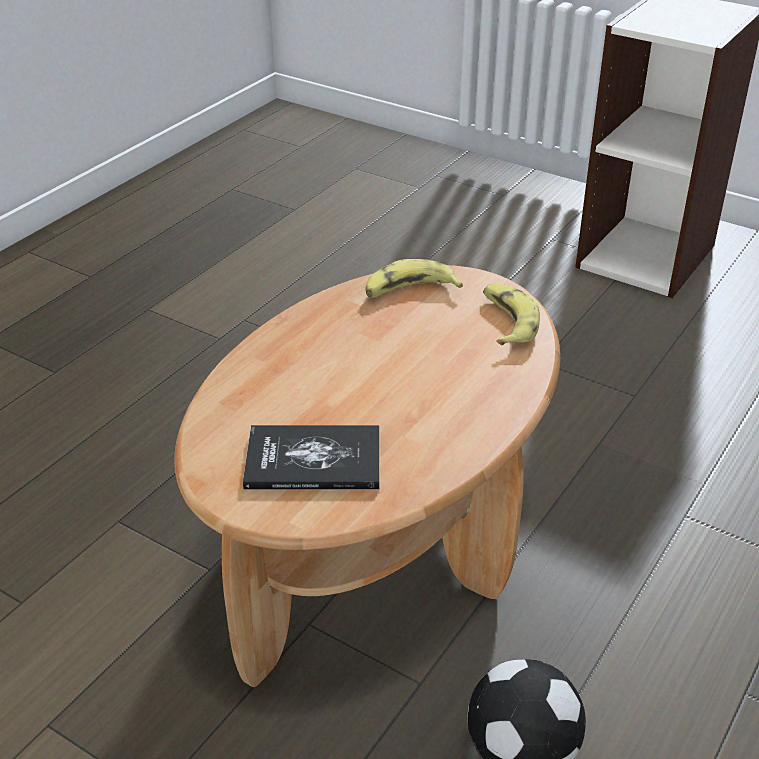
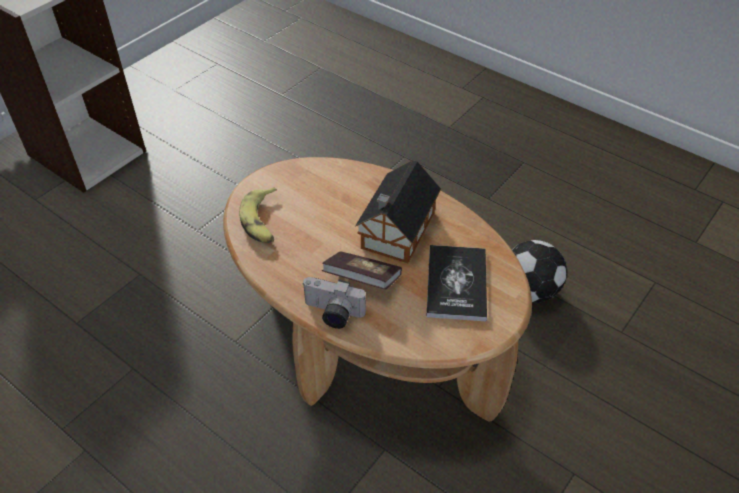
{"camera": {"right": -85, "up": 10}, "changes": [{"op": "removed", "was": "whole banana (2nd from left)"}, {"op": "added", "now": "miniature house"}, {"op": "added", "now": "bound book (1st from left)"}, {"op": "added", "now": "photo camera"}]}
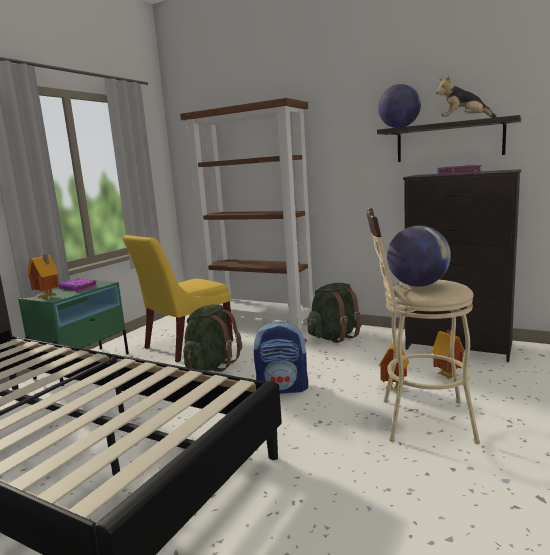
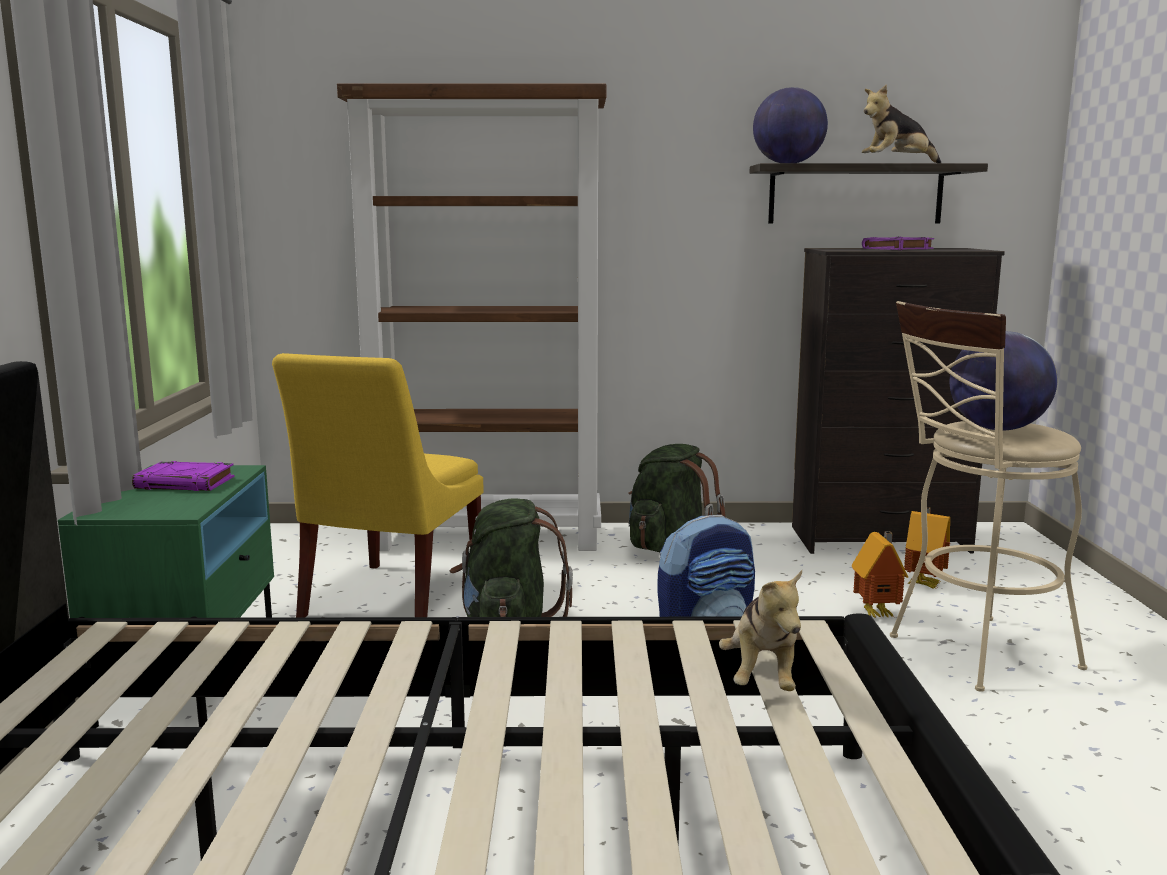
{"camera": {"right": -30, "up": 0}, "changes": [{"op": "removed", "was": "miniature house (1st from left)"}, {"op": "added", "now": "cuddly toy (1st from left)"}]}
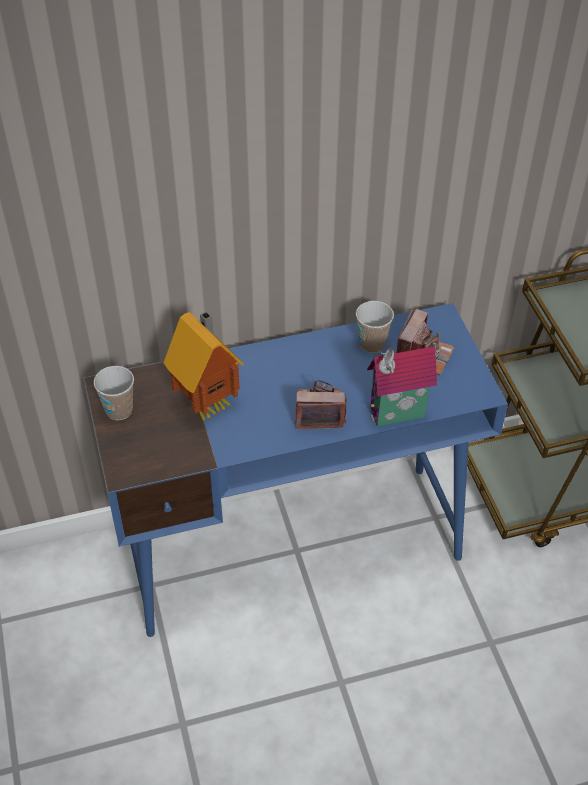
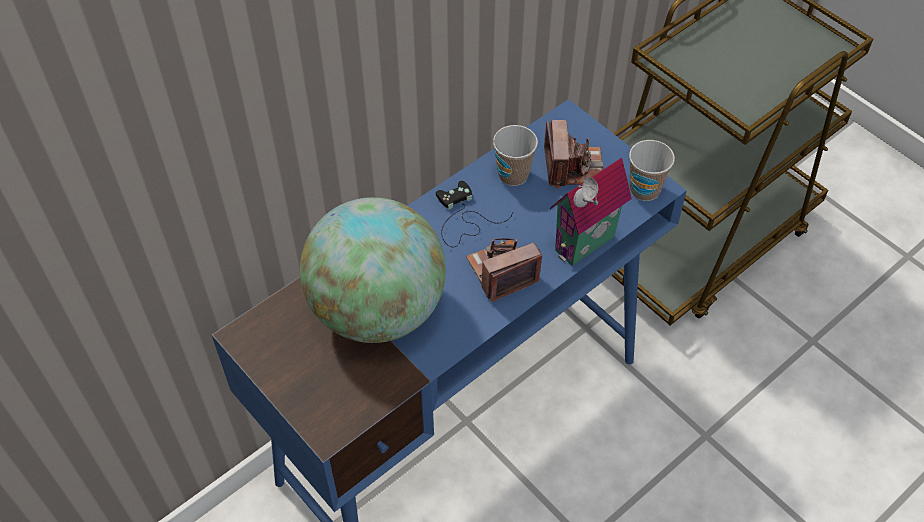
{"camera": {"right": -25, "up": 5}, "changes": [{"op": "replaced", "was": "miniature house (1st from left)", "now": "desk globe"}, {"op": "moved", "was": "small cup (1st from left in the first image)", "now": "small cup (2nd from left)"}, {"op": "added", "now": "joypad/blackish"}]}
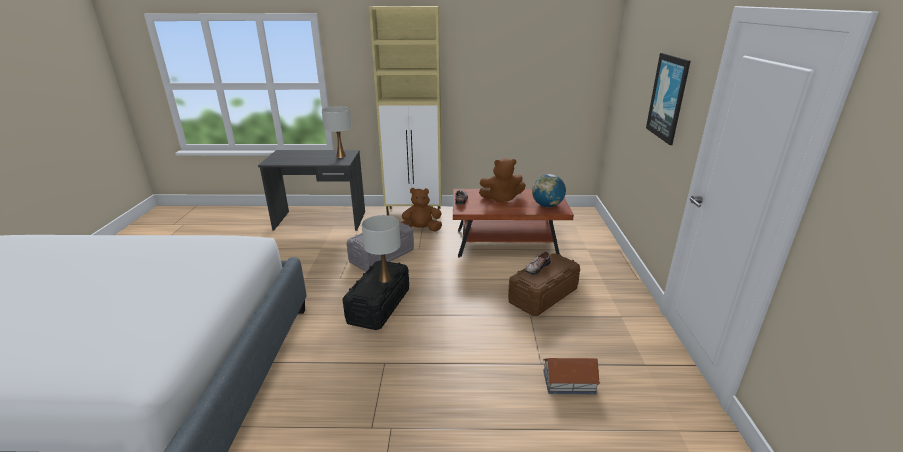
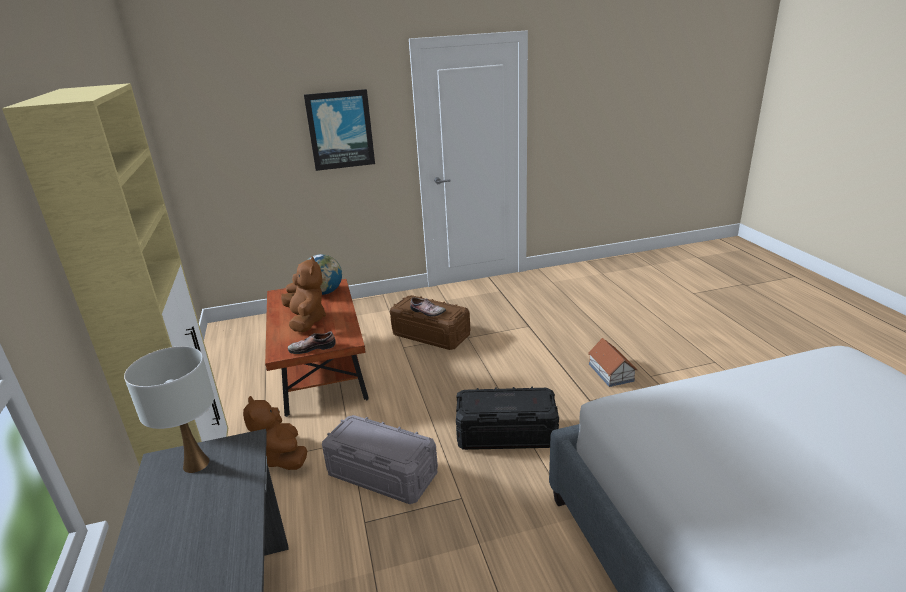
{"camera": {"right": -105, "up": 0}, "changes": [{"op": "removed", "was": "table lamp/white-coloured (2nd from left)"}, {"op": "moved", "was": "miniature house"}]}
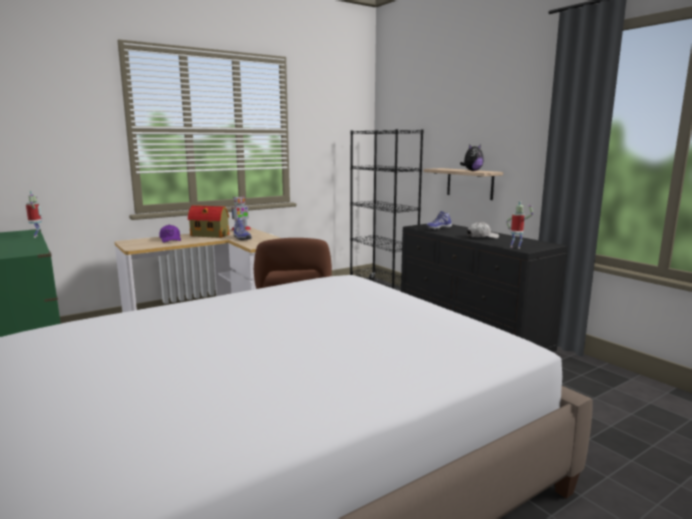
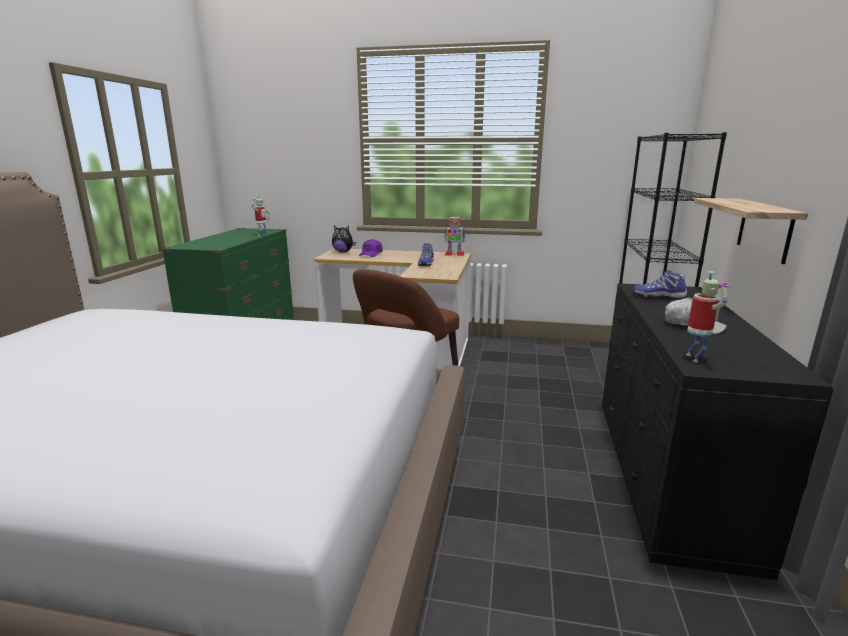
{"camera": {"right": 45, "up": 5}, "changes": [{"op": "moved", "was": "cuddly toy"}, {"op": "removed", "was": "miniature house"}]}
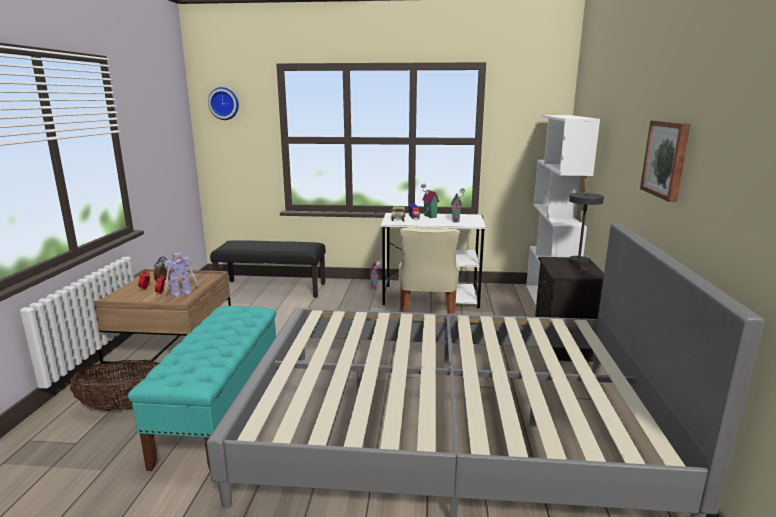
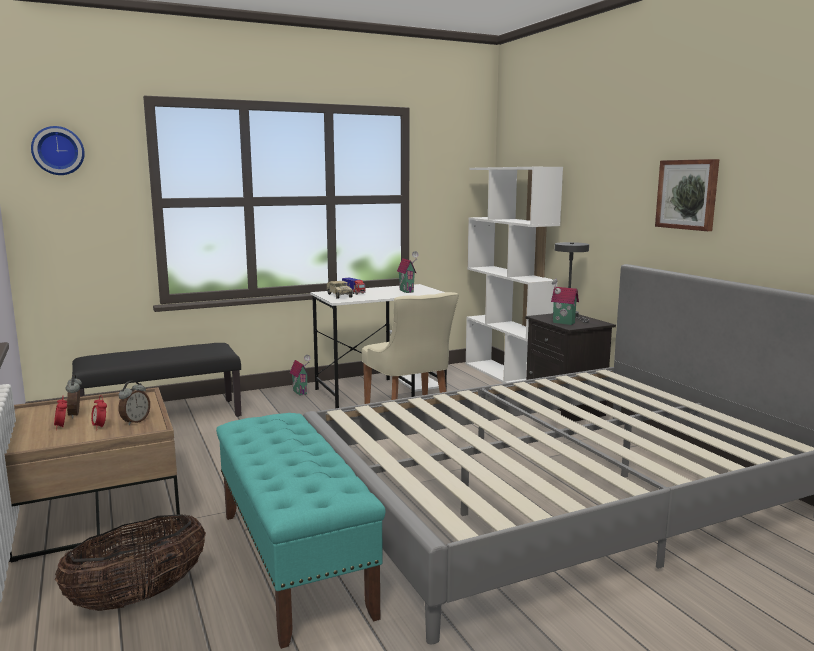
{"camera": {"right": -30, "up": -5}, "changes": [{"op": "moved", "was": "miniature house (2nd from left in the first image)", "now": "miniature house (3rd from left)"}, {"op": "replaced", "was": "toy robot", "now": "table clock (4th from left)"}]}
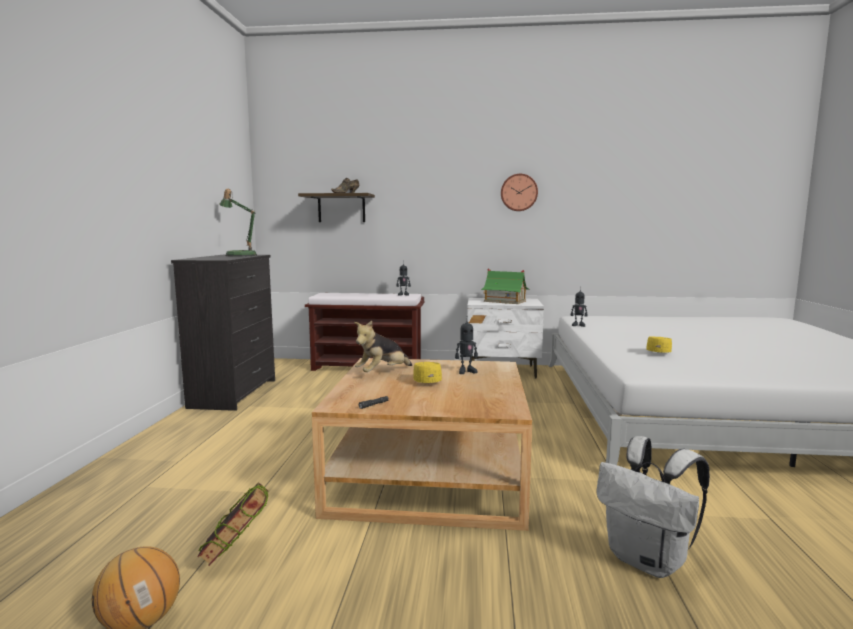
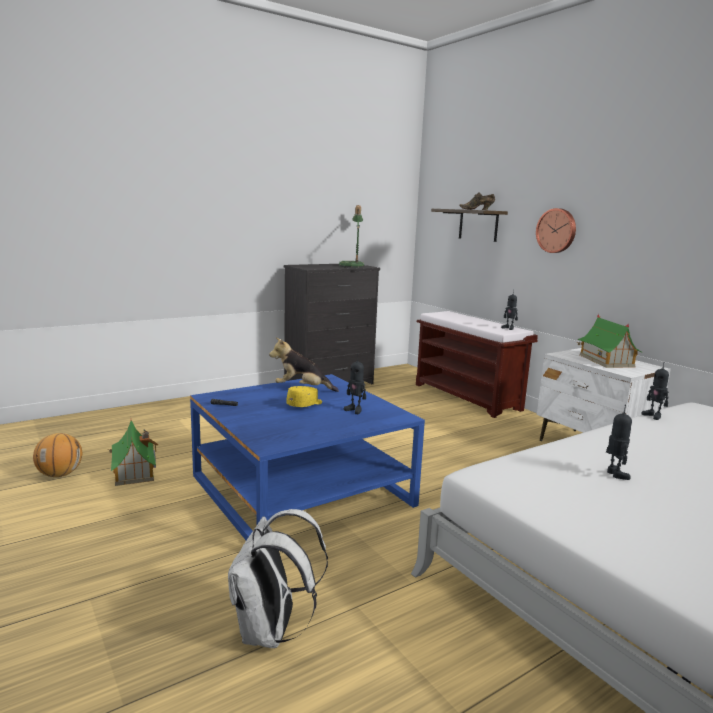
{"camera": {"right": 50, "up": 5}, "changes": [{"op": "moved", "was": "hanging clock"}, {"op": "replaced", "was": "cap/yellow (2nd from left)", "now": "toy robot (3rd from left)"}, {"op": "recoloured", "was": "lounge table/beige-coloured", "now": "lounge table/bluish"}, {"op": "replaced", "was": "bound book", "now": "miniature house (1st from left)"}]}
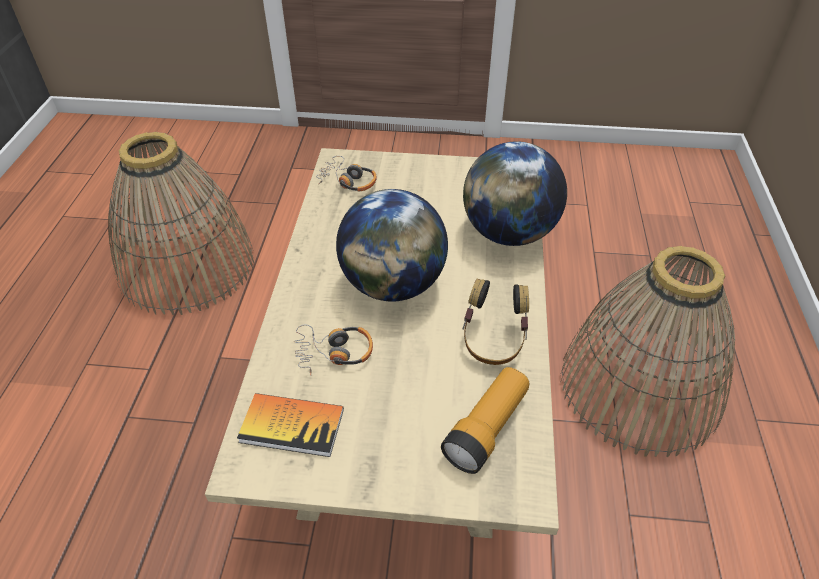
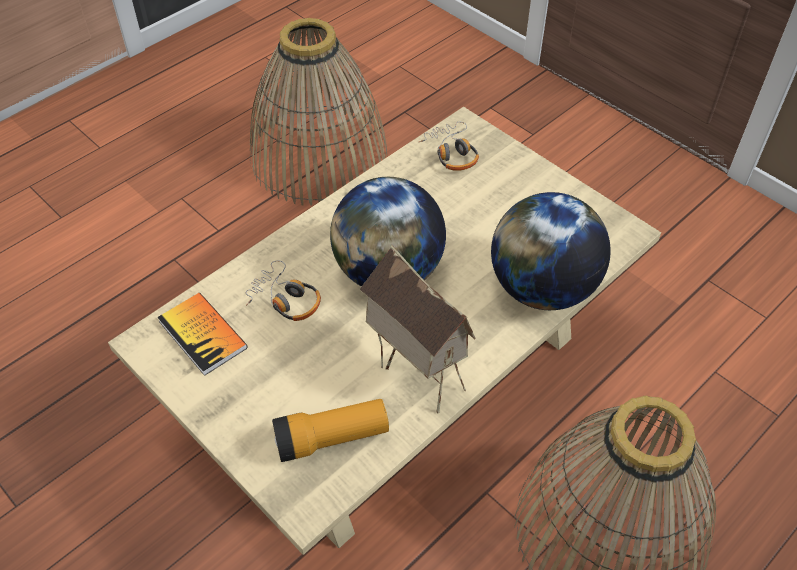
{"camera": {"right": 40, "up": 5}, "changes": [{"op": "replaced", "was": "headphones (3rd from left)", "now": "miniature house"}]}
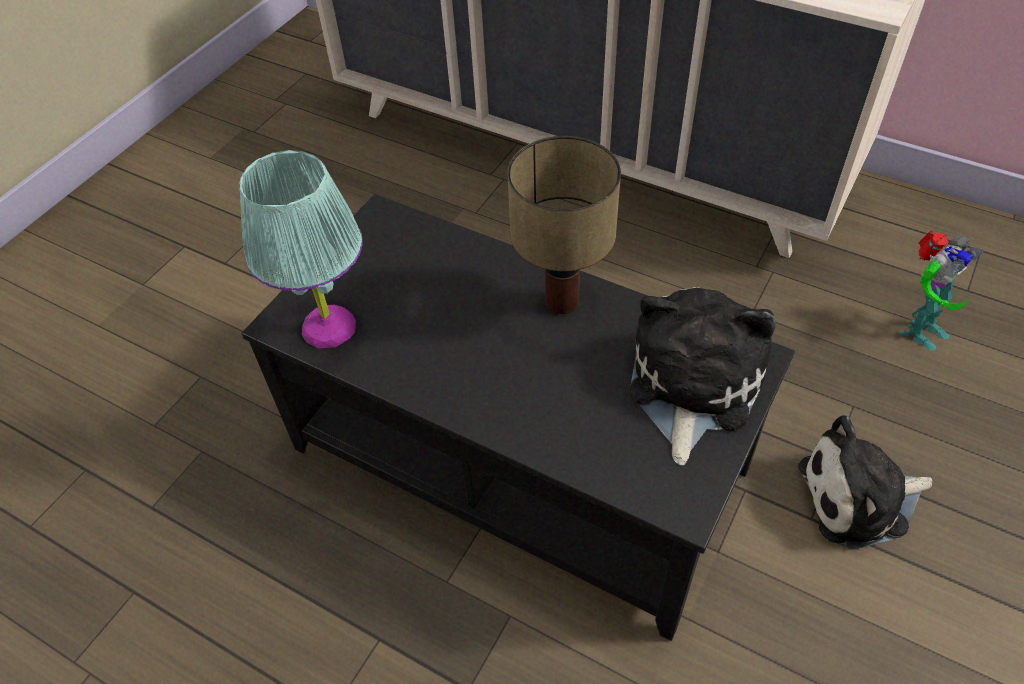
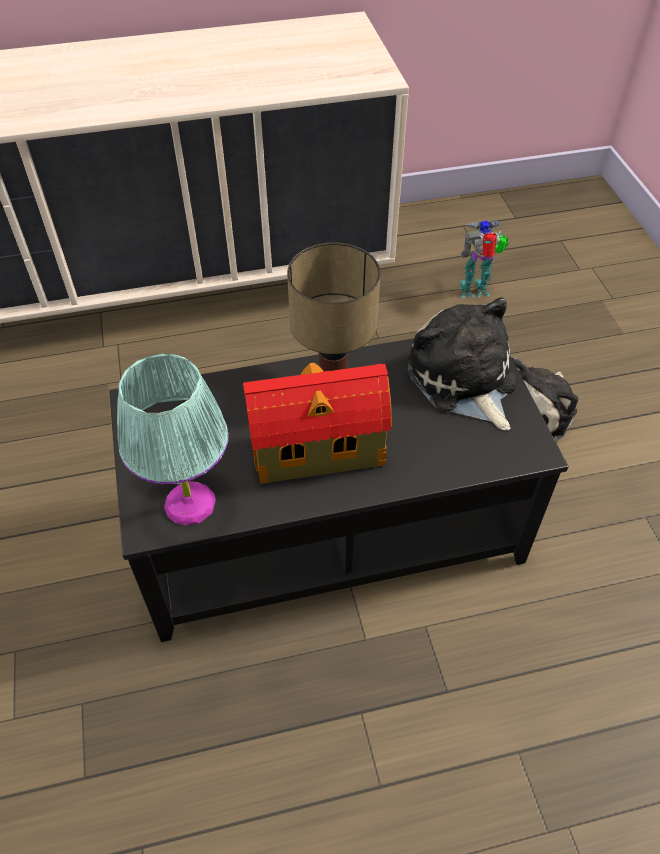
{"camera": {"right": -45, "up": 0}, "changes": [{"op": "turned", "was": "toy robot", "clockwise": -105}, {"op": "added", "now": "miniature house"}]}
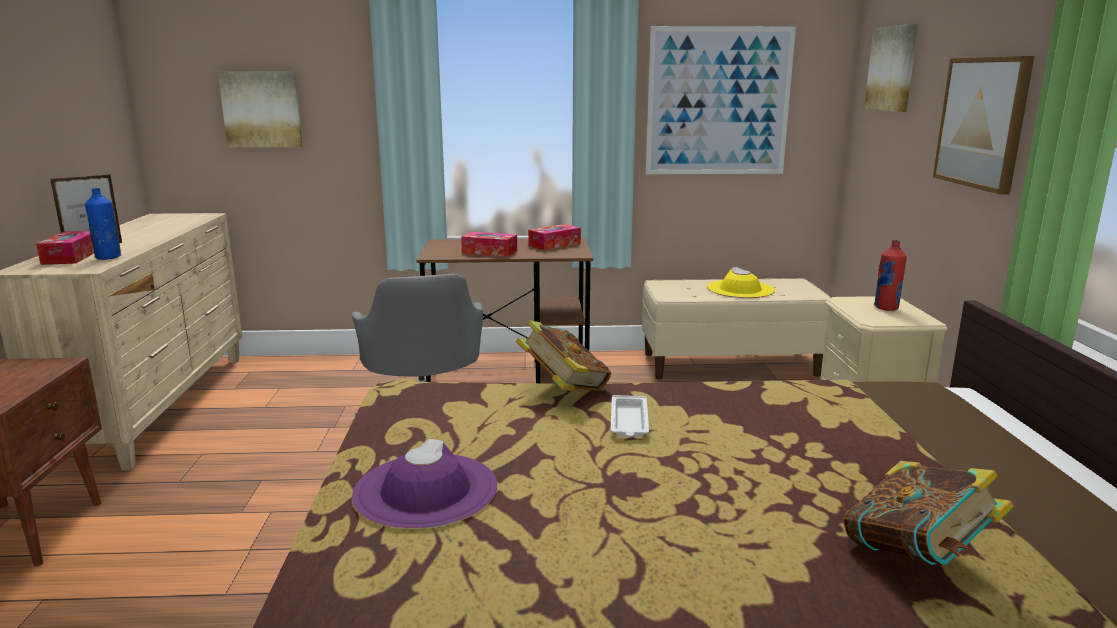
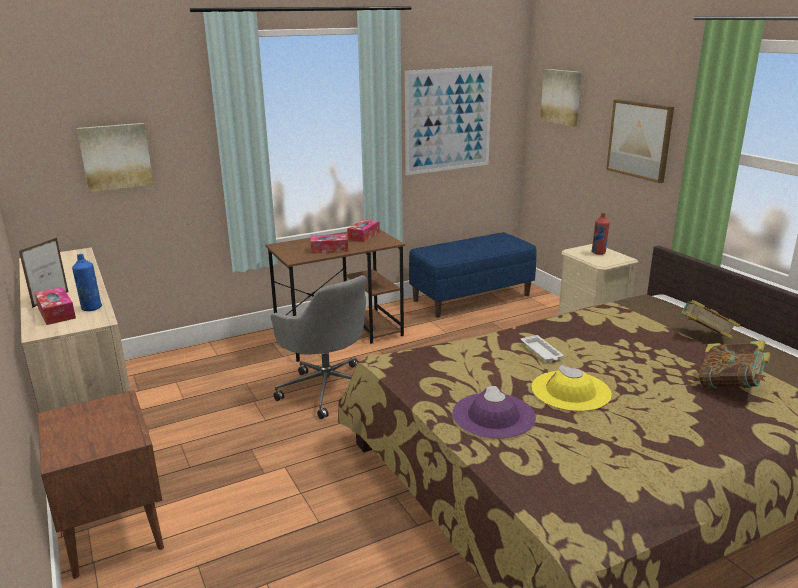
{"camera": {"right": -25, "up": 5}, "changes": [{"op": "moved", "was": "clothing hat/yellow"}, {"op": "recoloured", "was": "long seat/beige-coloured", "now": "long seat/bluish"}, {"op": "moved", "was": "bound book (1st from left)"}]}
